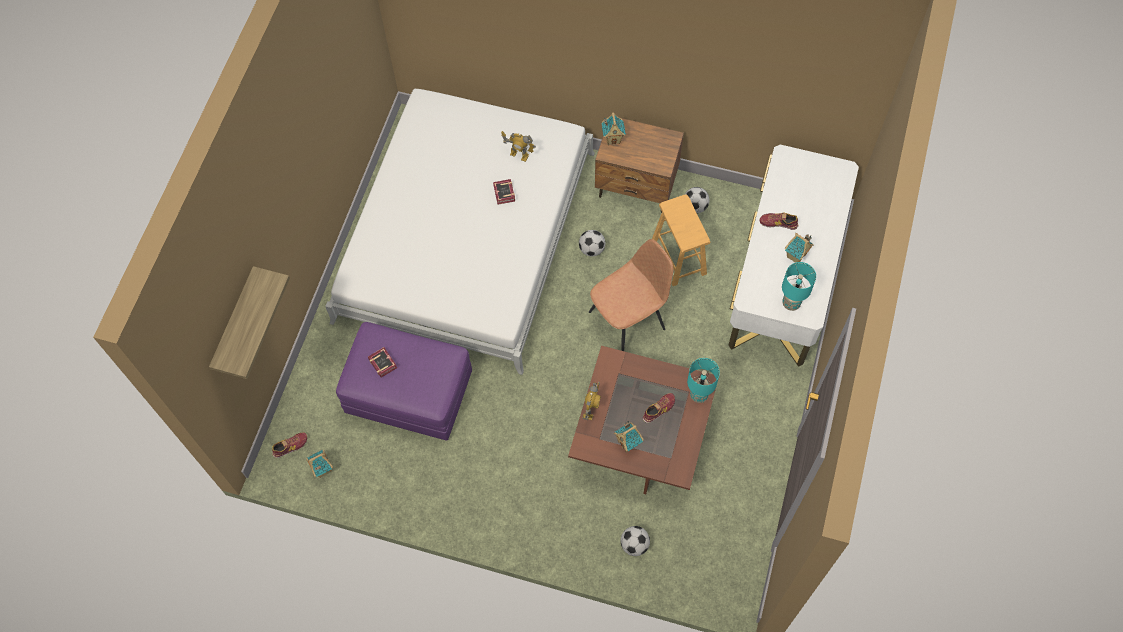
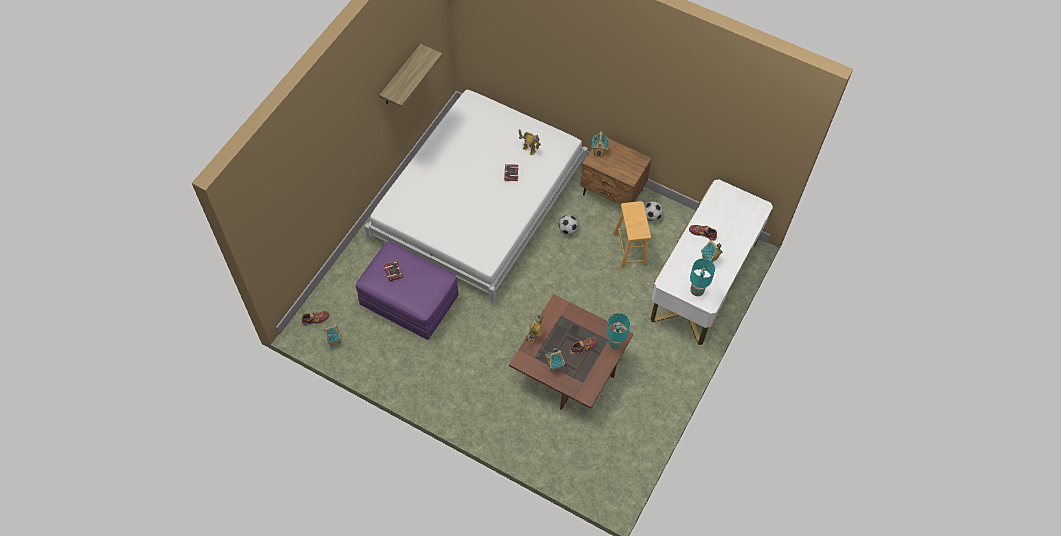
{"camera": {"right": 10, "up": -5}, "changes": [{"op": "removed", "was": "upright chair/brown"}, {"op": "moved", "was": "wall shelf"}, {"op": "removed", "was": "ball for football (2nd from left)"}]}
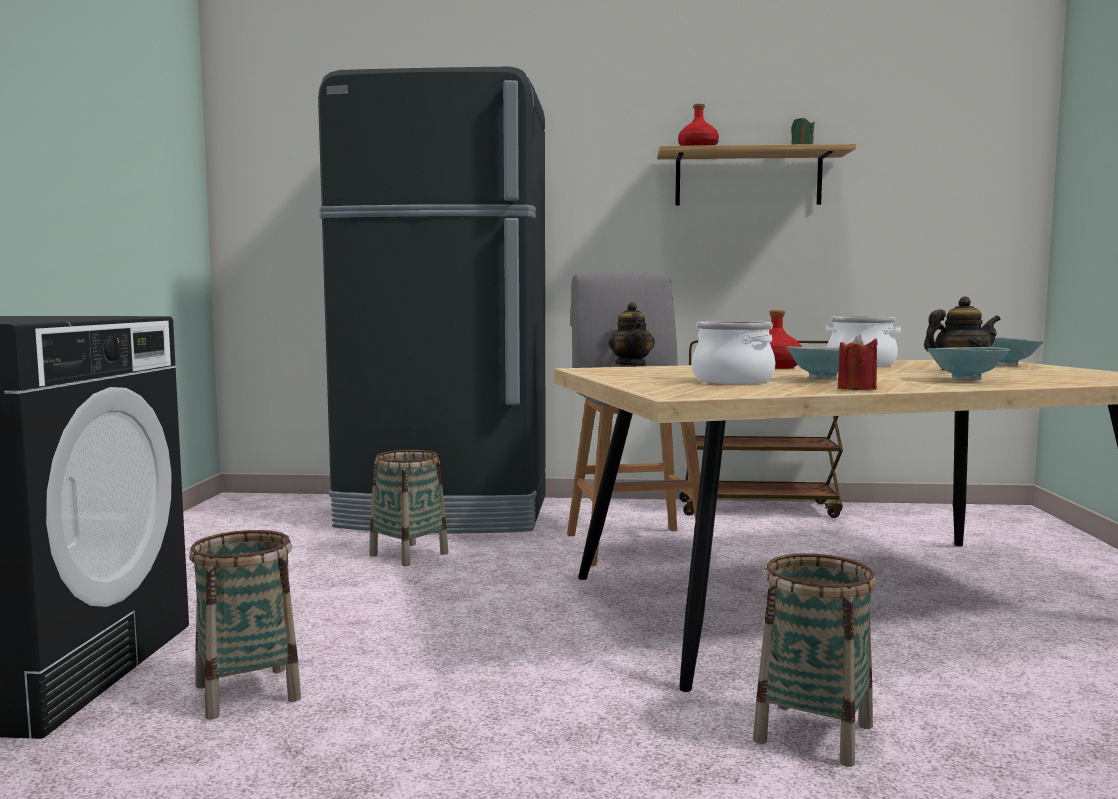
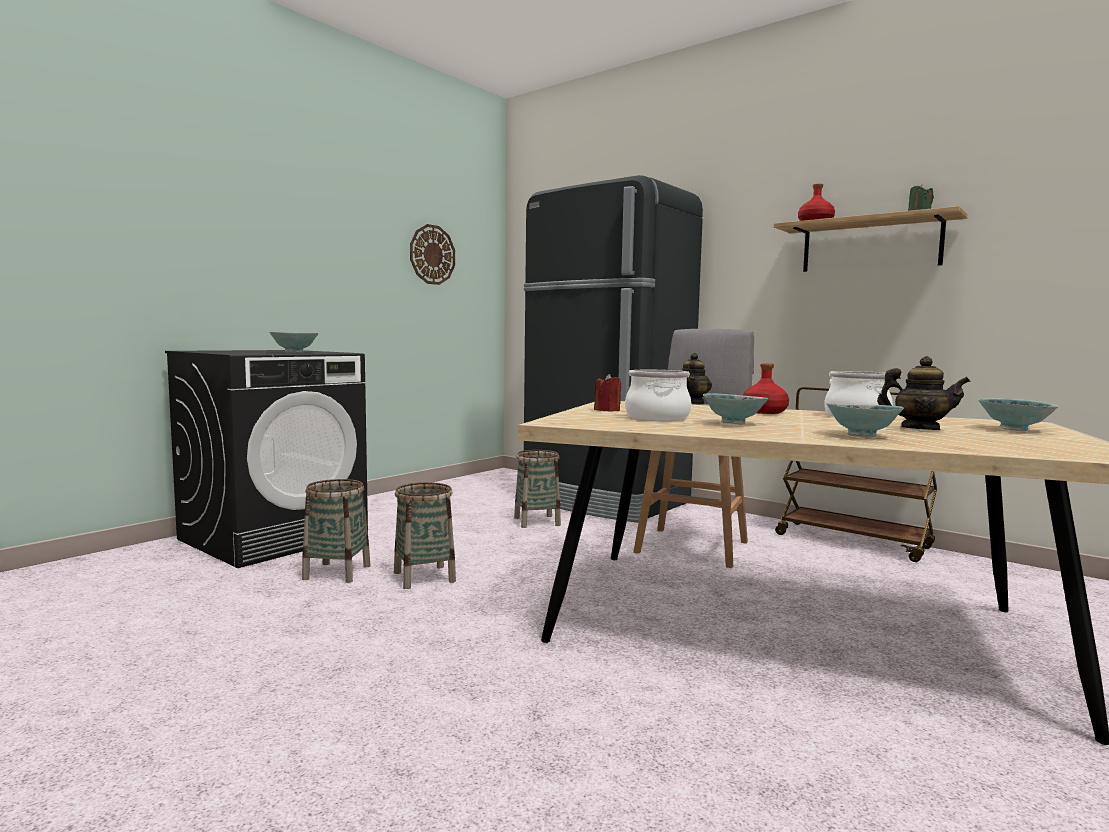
{"camera": {"right": 35, "up": 0}, "changes": [{"op": "moved", "was": "wax light/reddish"}, {"op": "moved", "was": "household basket (3rd from left in the first image)", "now": "household basket (2nd from left)"}, {"op": "added", "now": "hanging clock"}, {"op": "added", "now": "deep dish (1st from left)"}]}
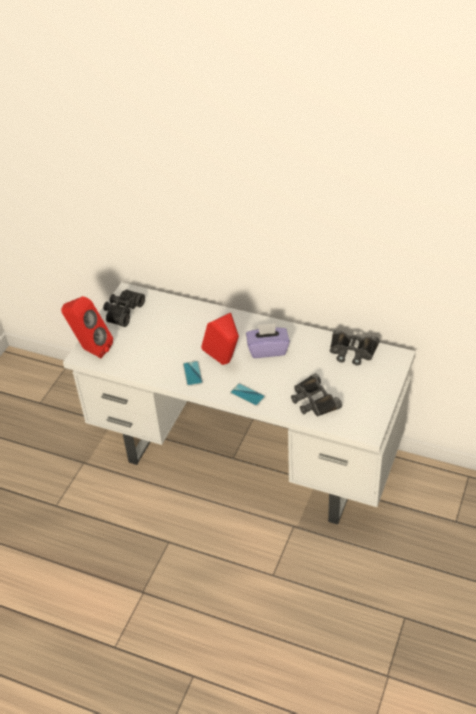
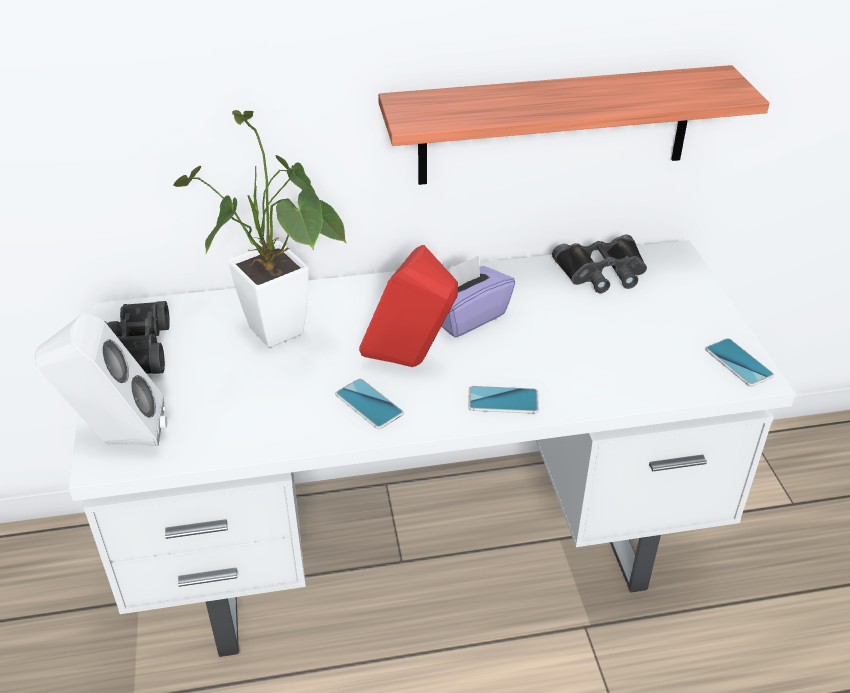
{"camera": {"right": -35, "up": -5}, "changes": [{"op": "recoloured", "was": "loudspeaker/reddish (1st from left)", "now": "loudspeaker/white-coloured"}, {"op": "removed", "was": "field glasses/blackish (2nd from left)"}, {"op": "added", "now": "wall shelf"}, {"op": "added", "now": "plant in a pot"}, {"op": "added", "now": "phone (3rd from left)"}]}
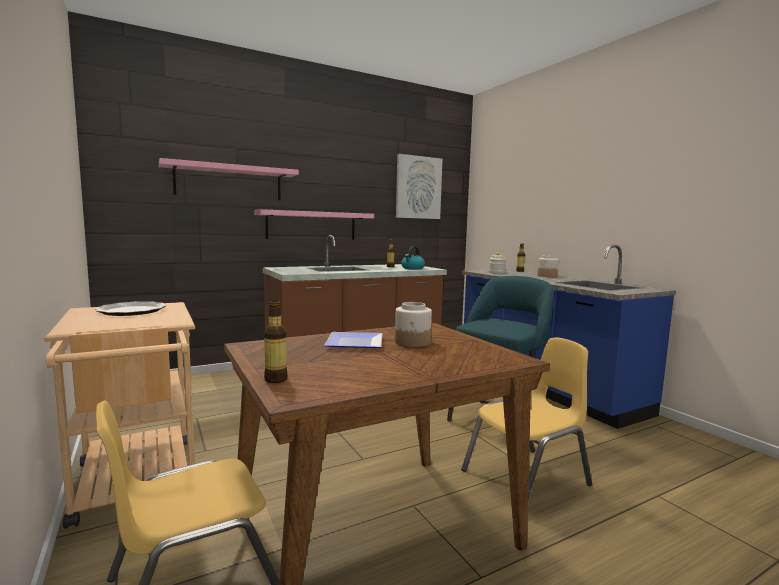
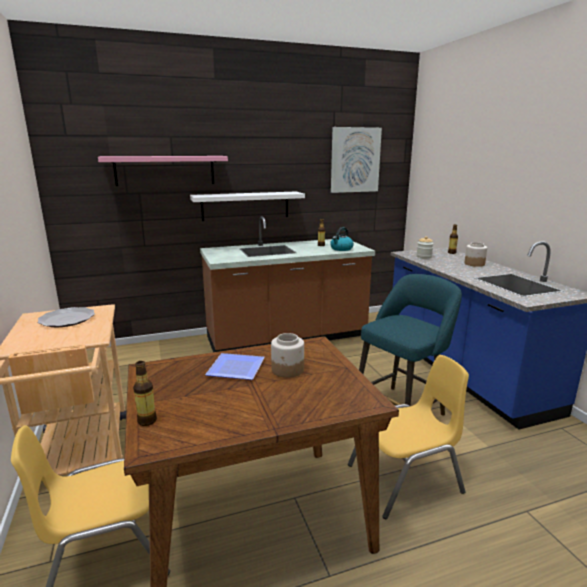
{"camera": {"right": 10, "up": 10}, "changes": [{"op": "recoloured", "was": "wall shelf/pink-coloured (2nd from left)", "now": "wall shelf/white-coloured"}]}
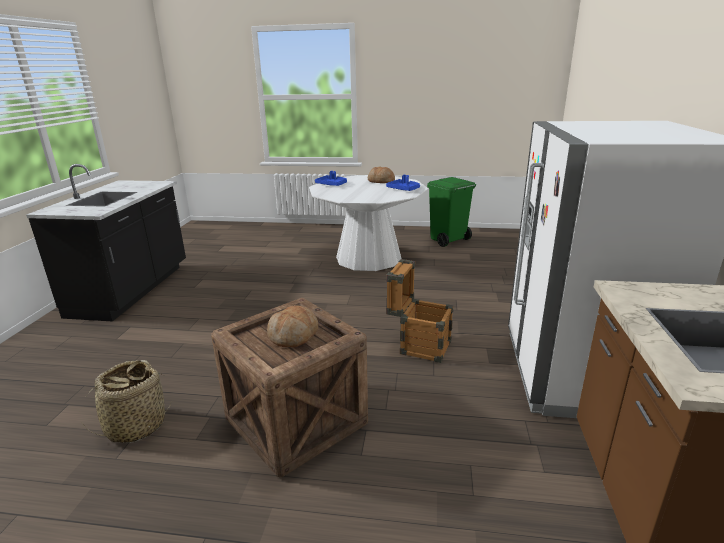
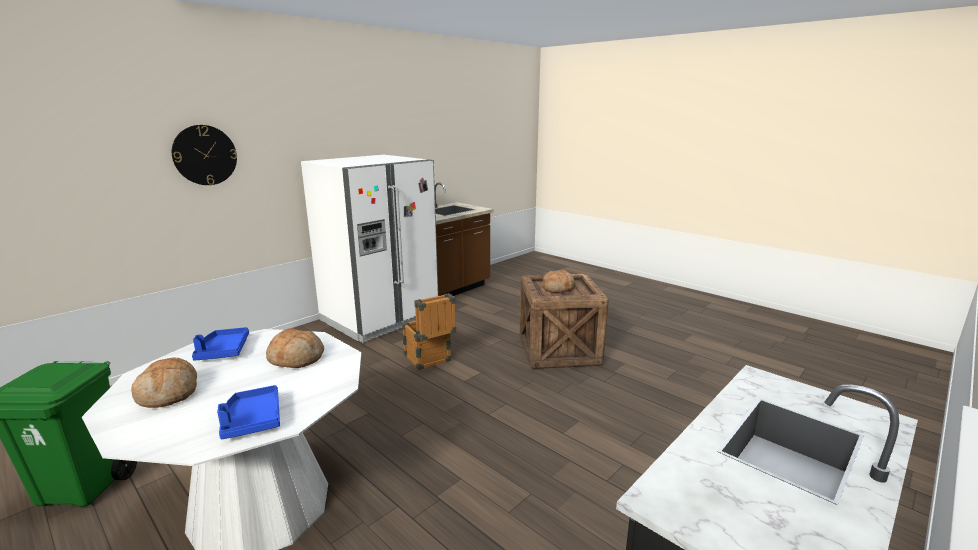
{"camera": {"right": -145, "up": -5}, "changes": [{"op": "removed", "was": "household basket"}, {"op": "added", "now": "hanging clock"}, {"op": "added", "now": "bread (2nd from left)"}]}
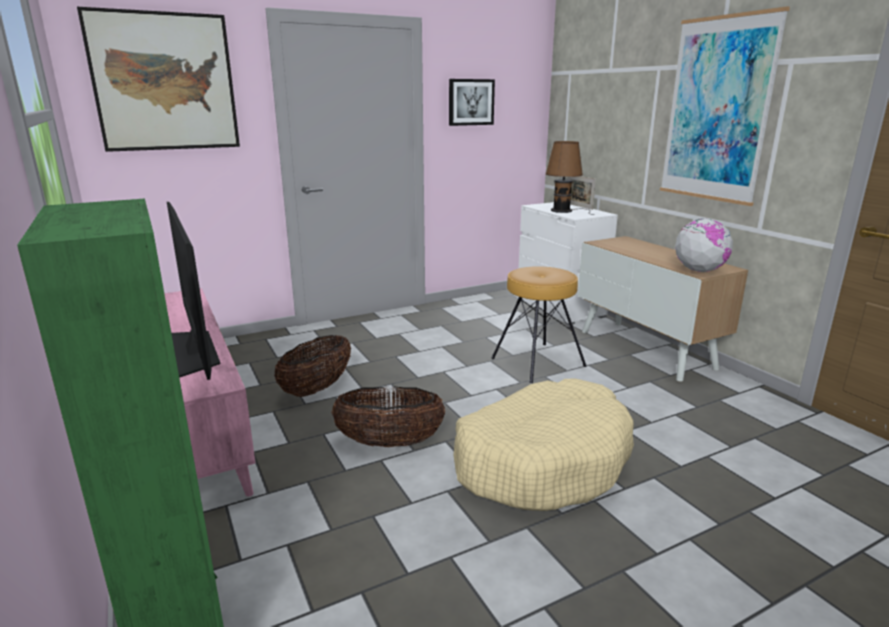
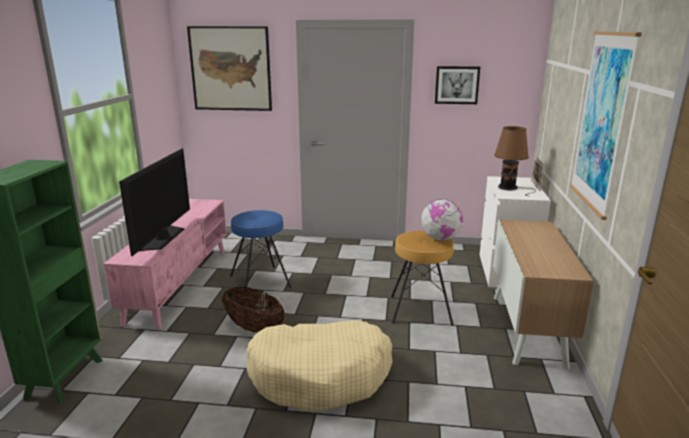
{"camera": {"right": 35, "up": 0}, "changes": [{"op": "moved", "was": "desk globe"}, {"op": "replaced", "was": "household basket (1st from left)", "now": "stool/bluish"}]}
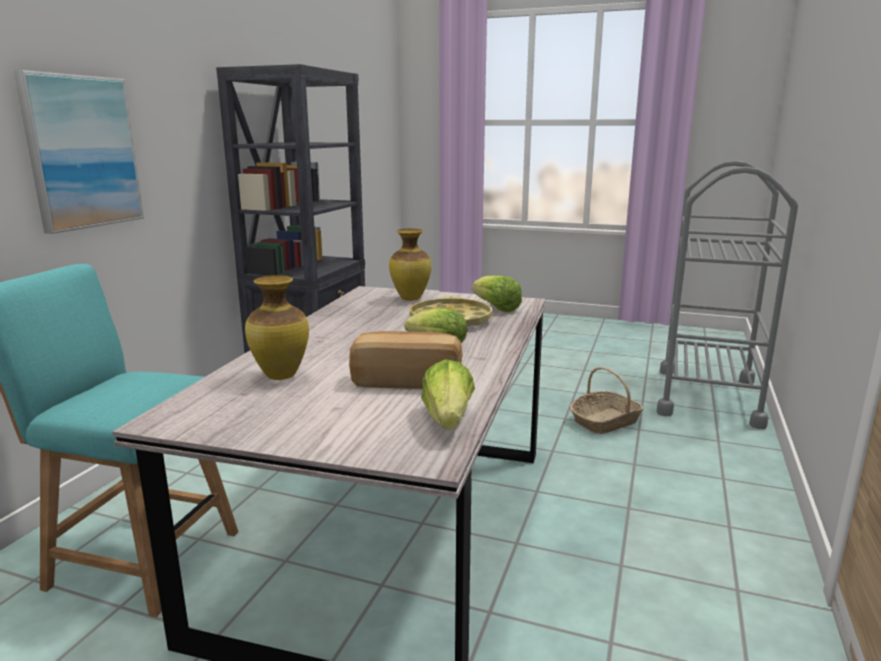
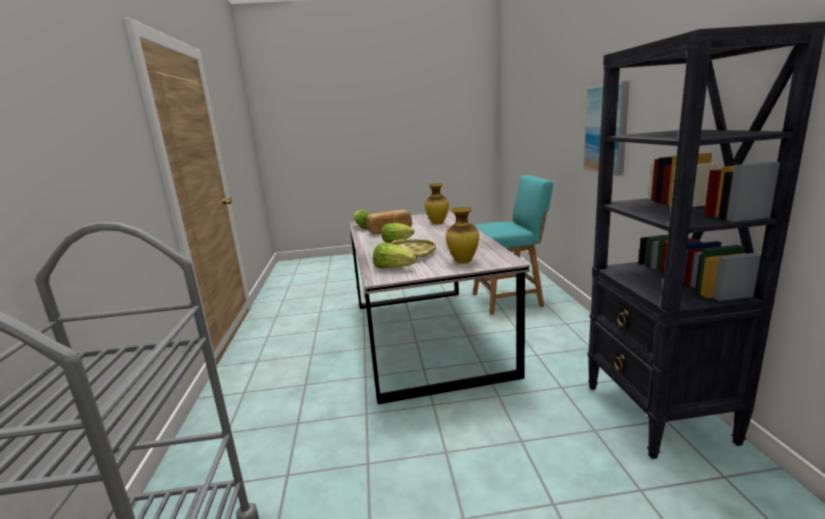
{"camera": {"right": 155, "up": 0}, "changes": [{"op": "removed", "was": "household basket"}]}
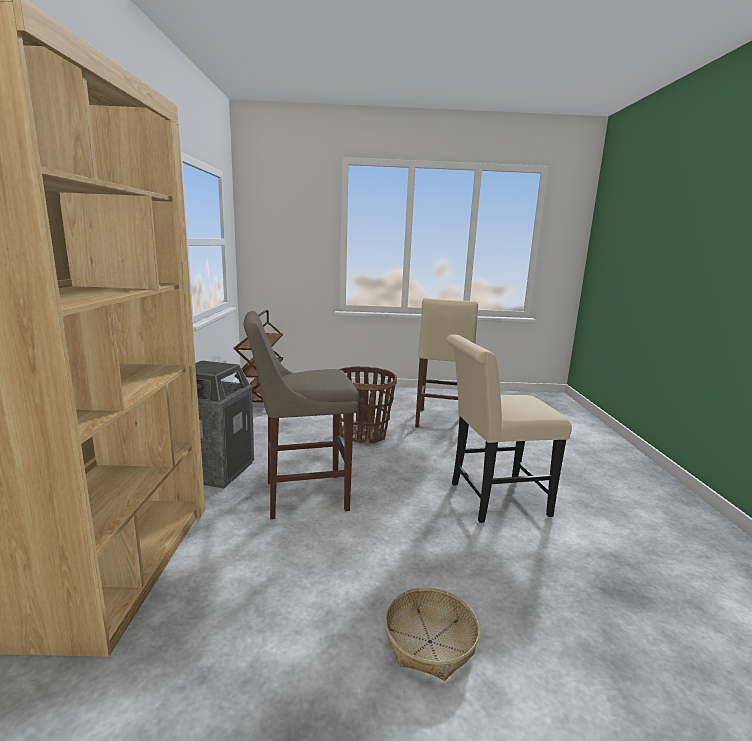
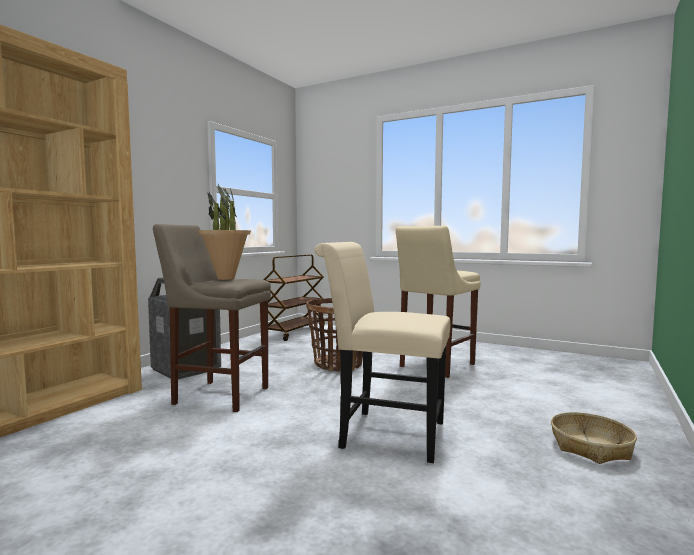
{"camera": {"right": 30, "up": -10}, "changes": [{"op": "moved", "was": "household basket (2nd from left)"}, {"op": "added", "now": "plant in a pot"}]}
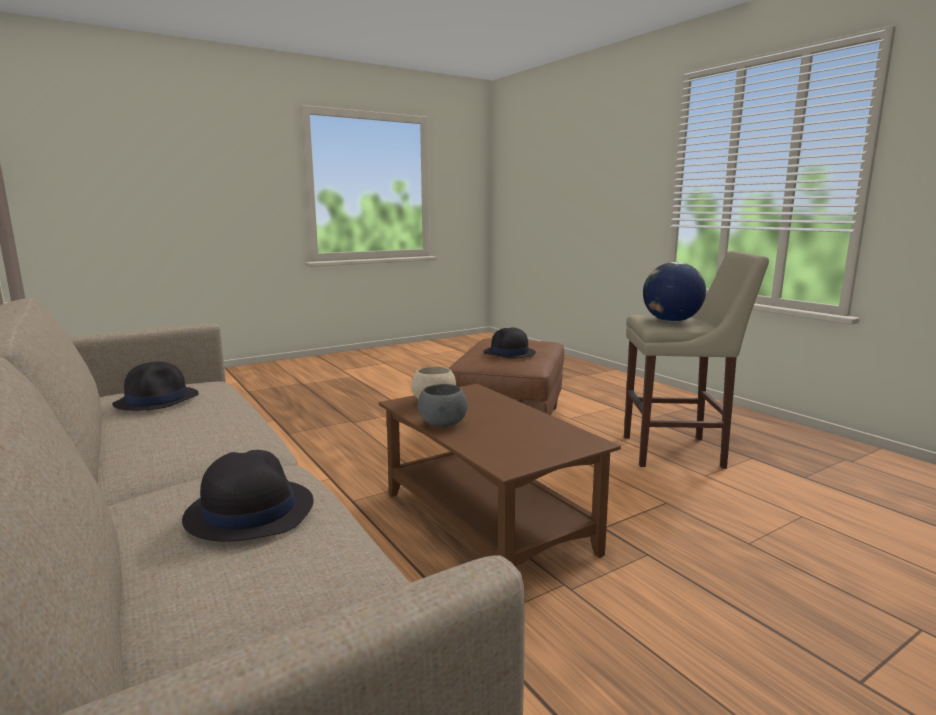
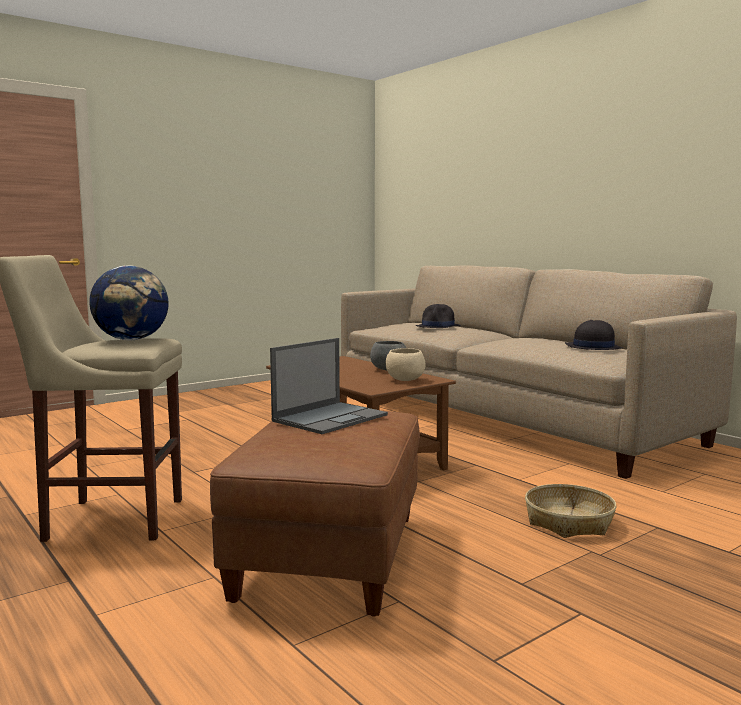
{"camera": {"right": 175, "up": -5}, "changes": [{"op": "replaced", "was": "clothing hat/blackish (3rd from left)", "now": "notebook computer"}, {"op": "added", "now": "household basket"}]}
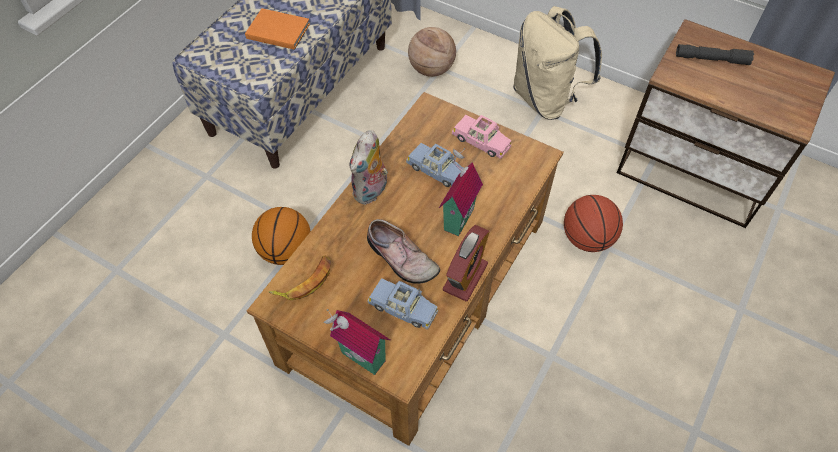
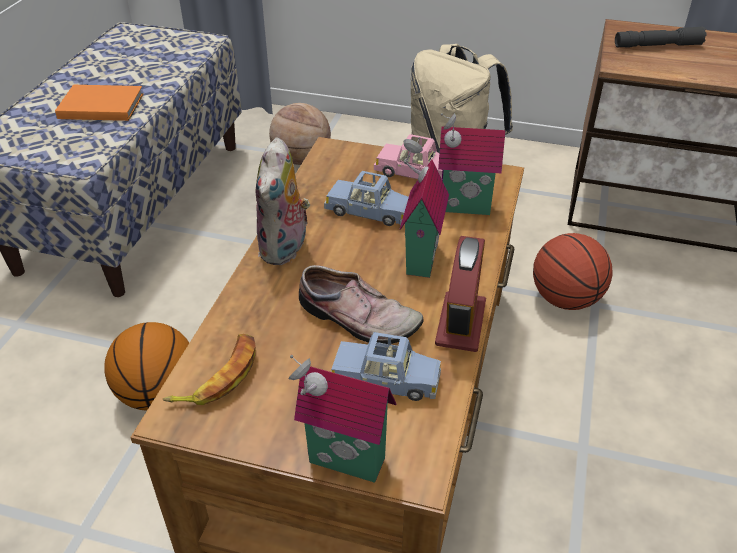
{"camera": {"right": -15, "up": -15}, "changes": [{"op": "added", "now": "miniature house (3rd from left)"}]}
